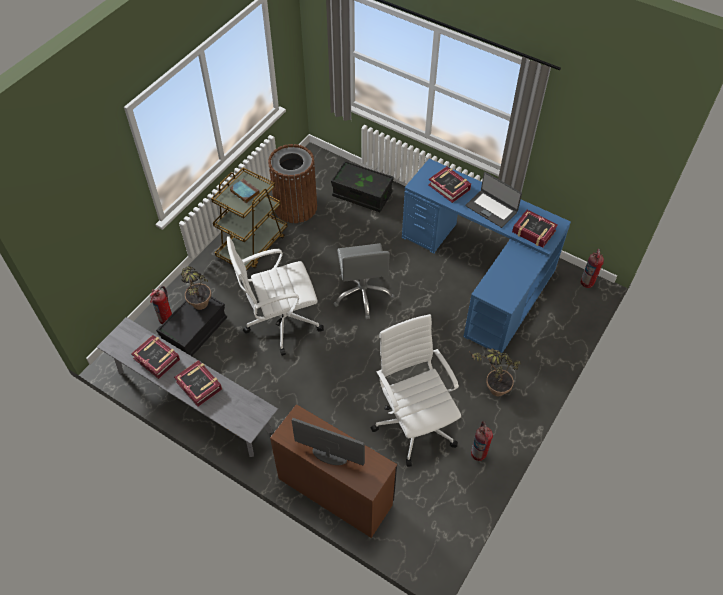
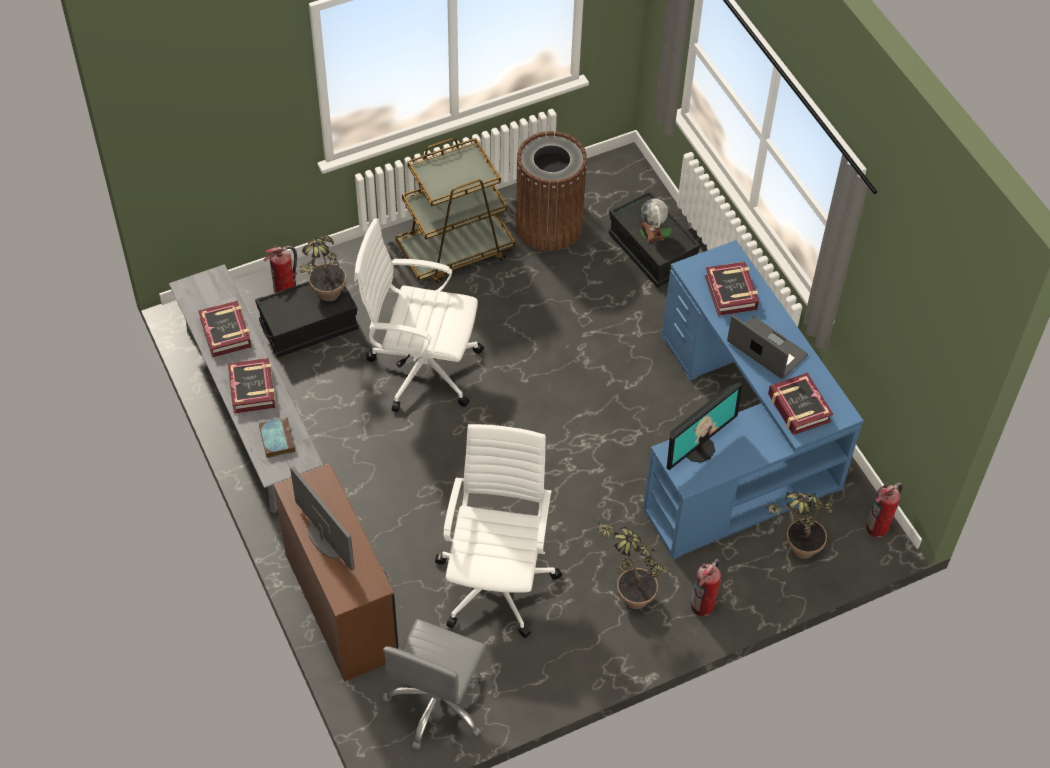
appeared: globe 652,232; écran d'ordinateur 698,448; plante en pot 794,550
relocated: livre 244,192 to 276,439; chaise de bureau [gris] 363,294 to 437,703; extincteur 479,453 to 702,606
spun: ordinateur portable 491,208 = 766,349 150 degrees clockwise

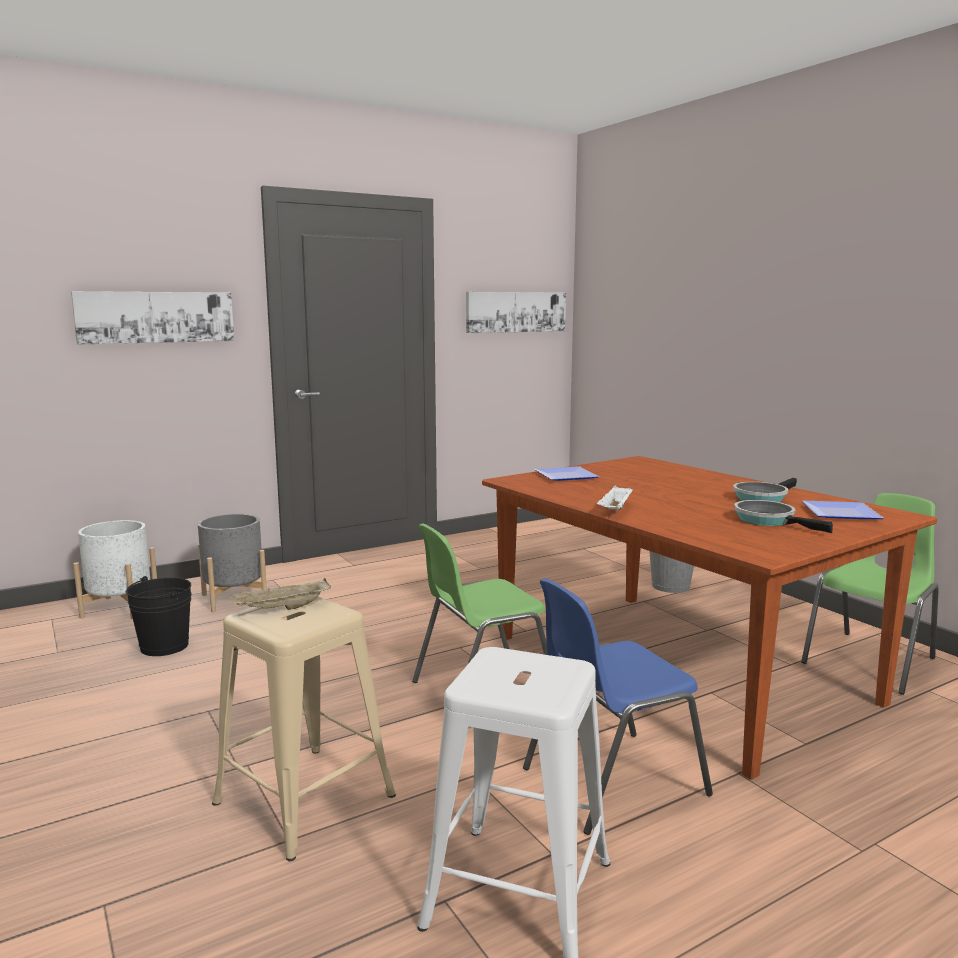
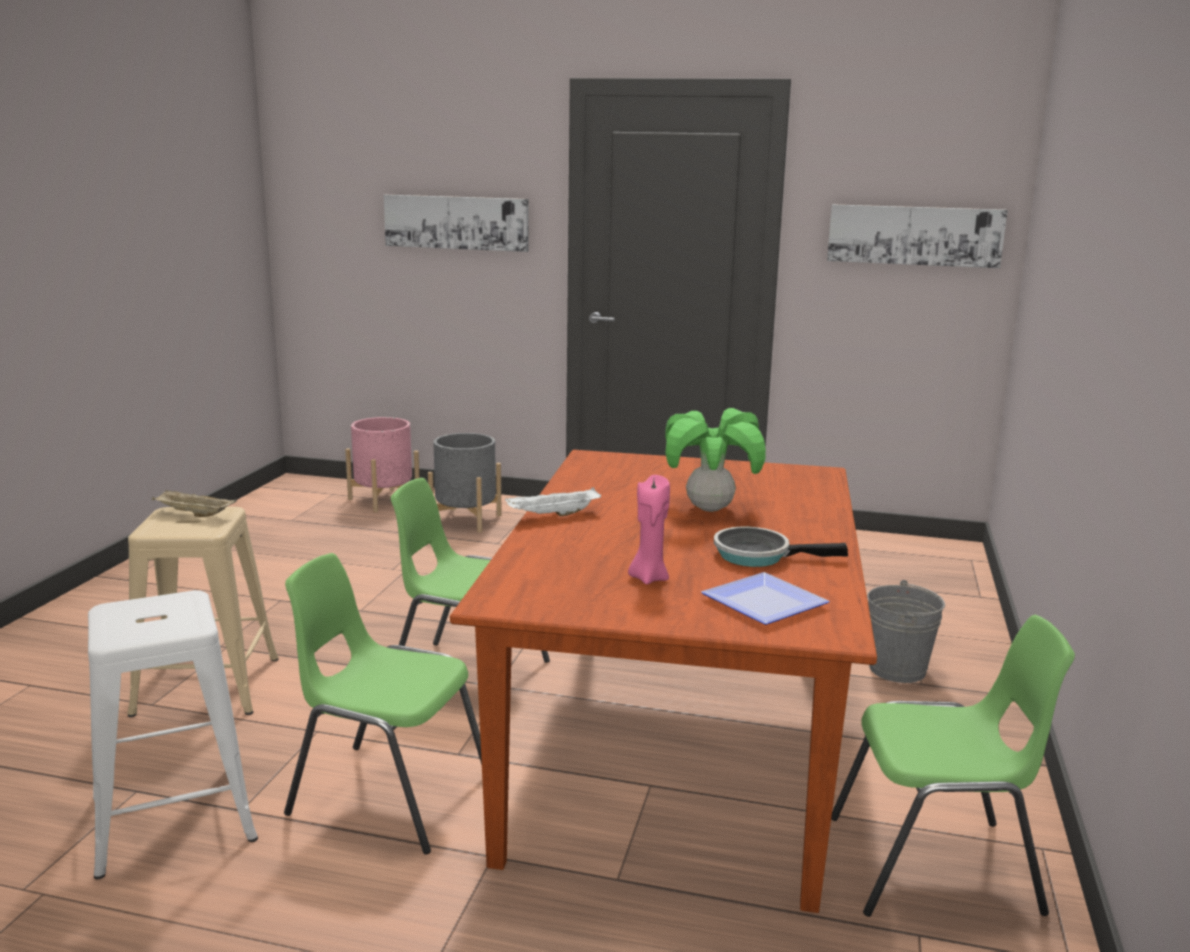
missing: seau [noir] 164,646; assiette 568,477
appeared: plante en pot 709,508
exchanged: poêle 769,520 to bougie [rose] 648,578
colour: cache-pot [blanc] 120,607 to cache-pot [rose] 384,500; chaise [bleu] 610,781 to chaise [vert] 387,794

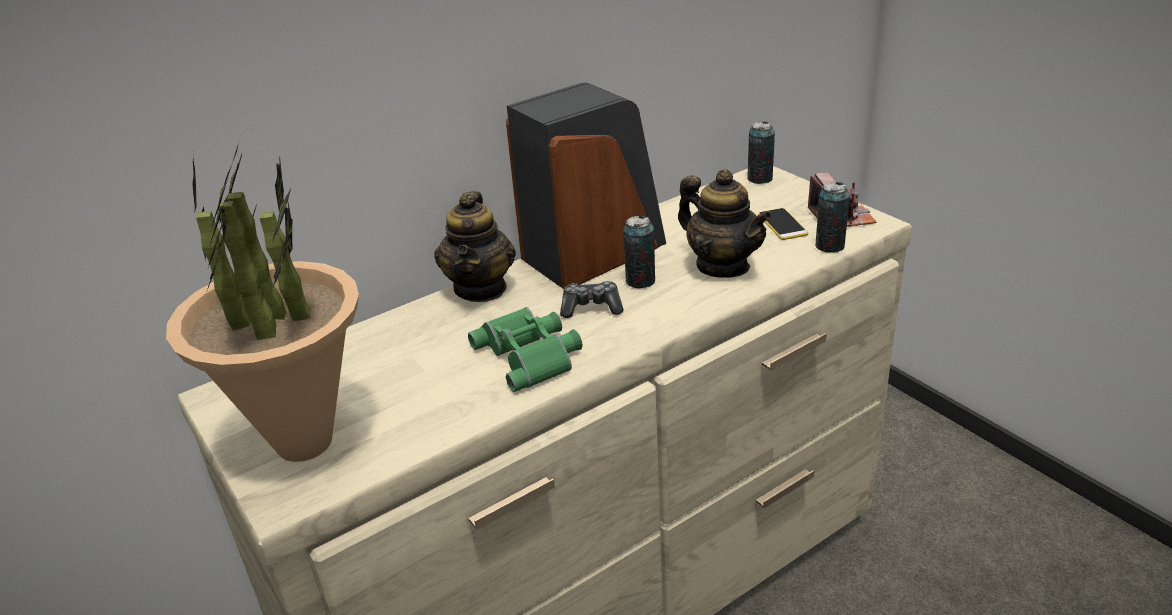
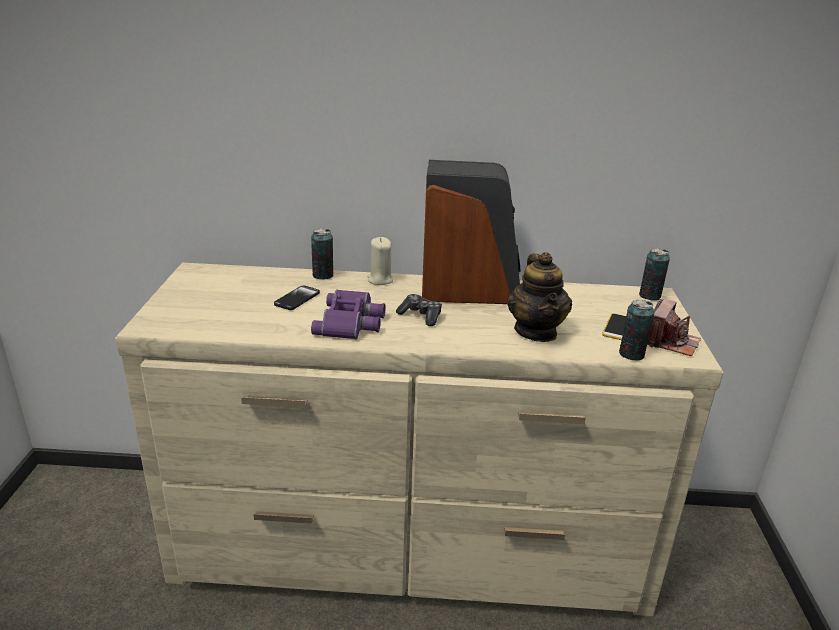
missing: plante en pot 304,442
appeared: téléphone 297,299
relocated: boîte métallique 640,281 to 323,275
exchanged: théière 481,288 to bougie [beige] 380,280
colour: jumelles [vert] 531,354 to jumelles [violet] 351,322

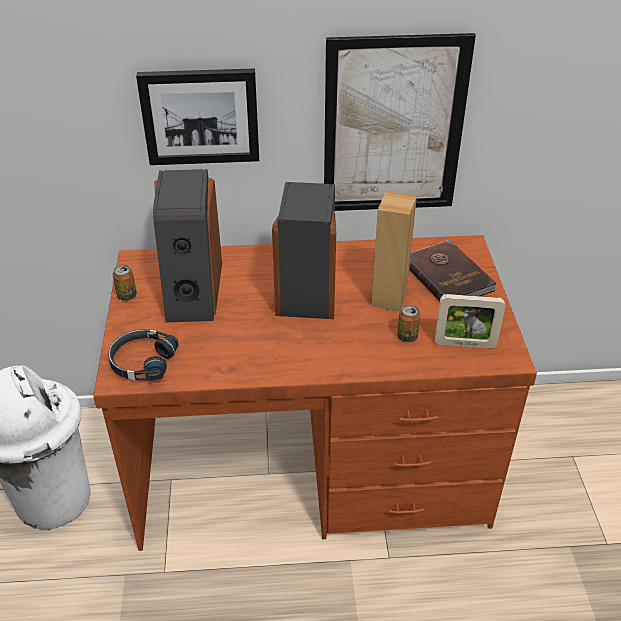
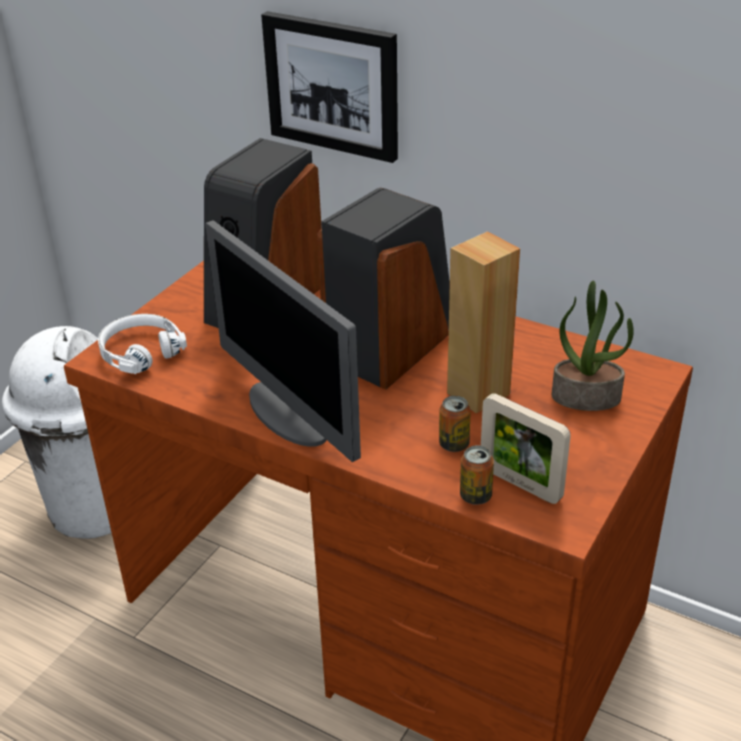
missing: tableau 393,127
appeared: écran d'ordinateur 289,415
relocated: boîte métallique 127,296 to 475,496
exchanged: livre [marron] 448,276 to plante en pot 586,397
colour: casque audio [noir] 142,361 to casque audio [blanc] 140,352

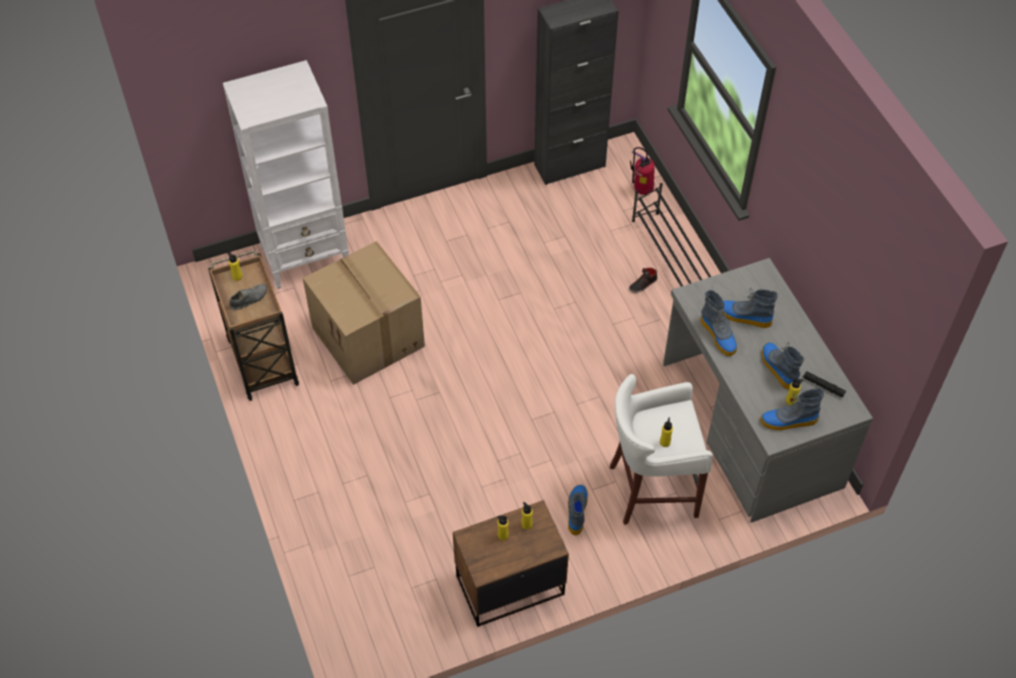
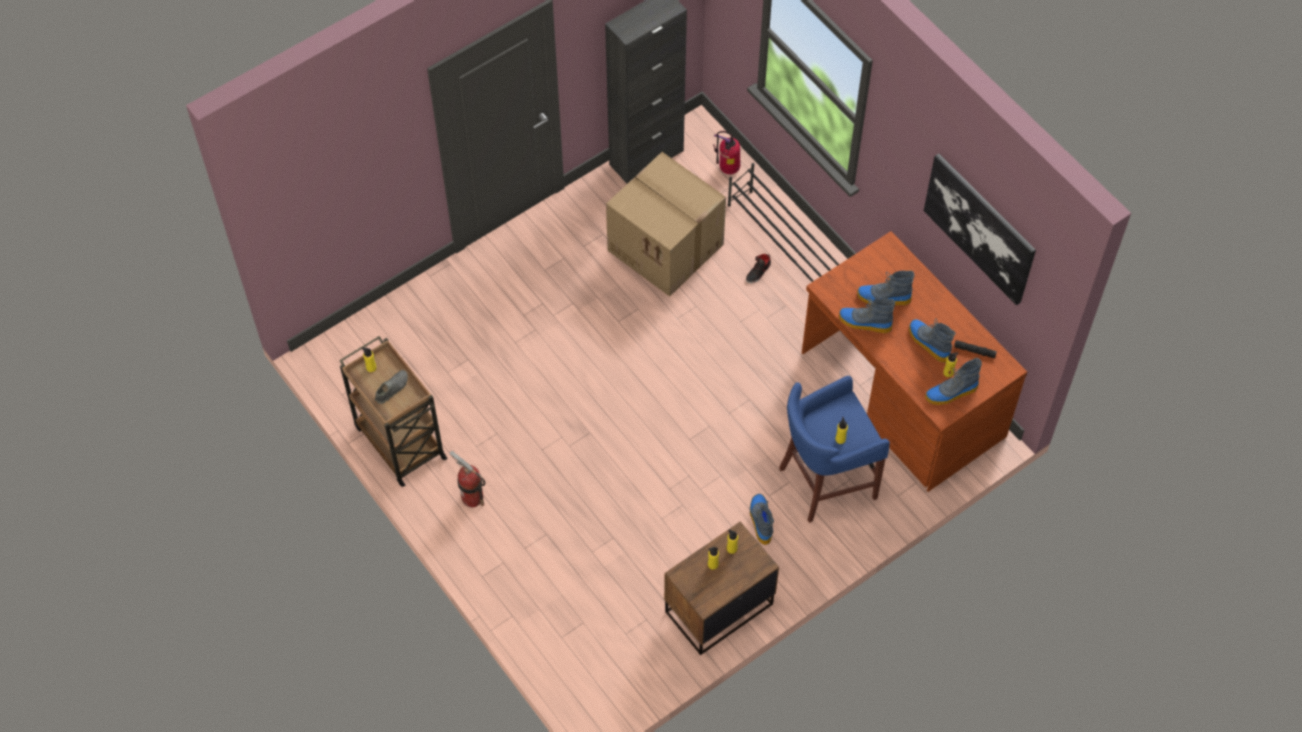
missing: bibliothèque [blanc] 306,257
appeared: extincteur 472,497; tableau 980,228
relocated: carton 370,337 to 667,247
colour: tabouret [blanc] 650,489 to tabouret [bleu] 824,482; bureau [gris] 750,425 to bureau [marron] 902,395
spun: botte 718,336 = 864,323 150 degrees clockwise

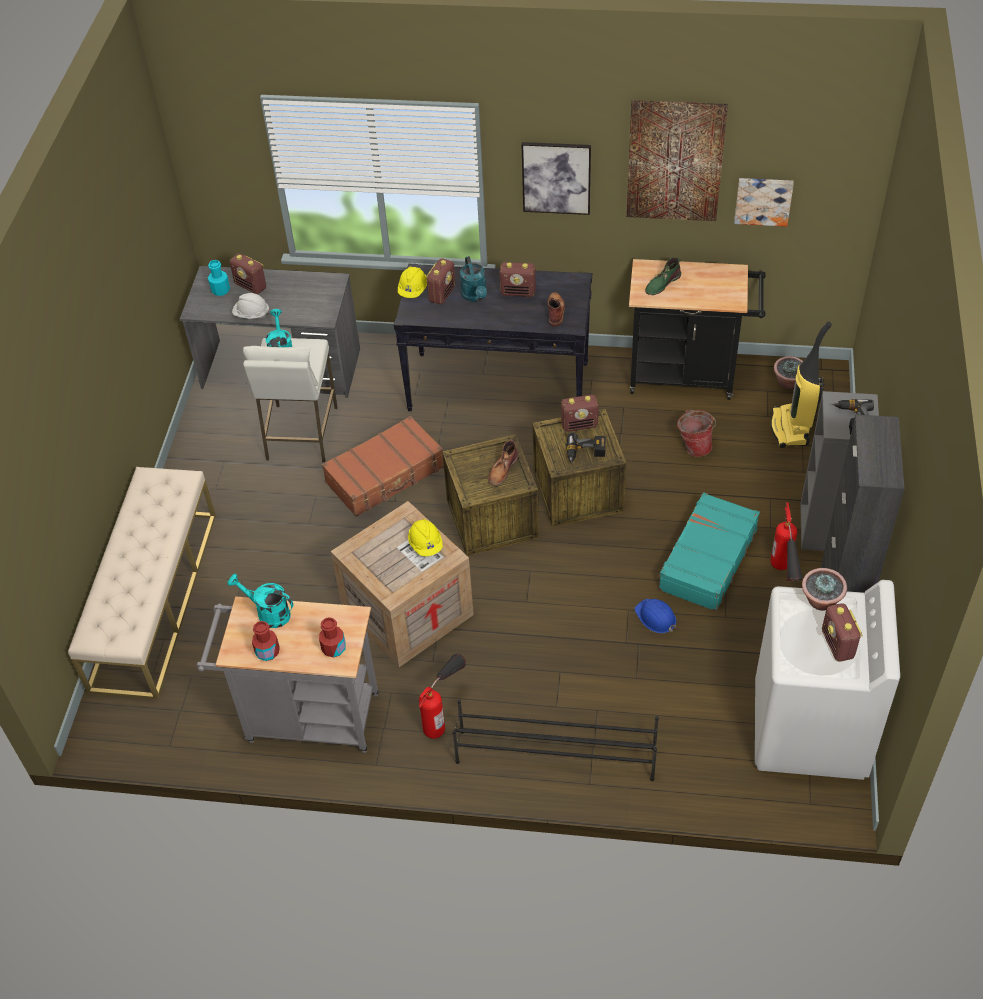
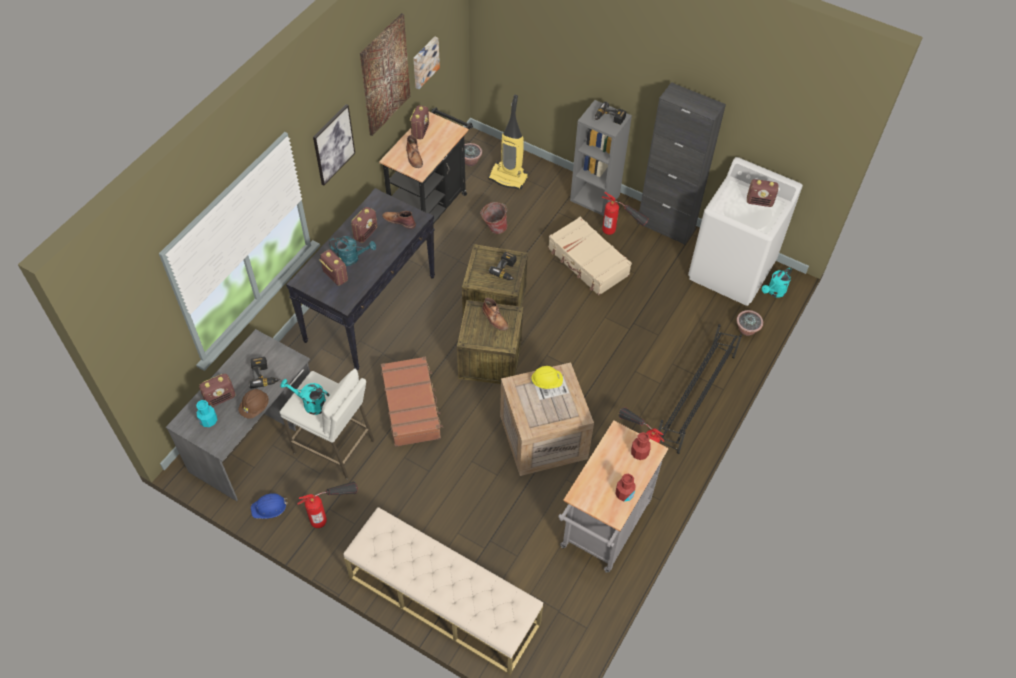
missing: casque de chantier [jaune] 413,290
appeared: perceuse 264,375; extincteur 333,514
relocated: arrosoir [turquoise] 268,613 to 774,292; radio 579,425 to 420,131; casque de chantier [bleu] 655,617 to 269,507; plante en pot 820,601 to 746,330
colour: casque de chantier [blanc] 251,314 to casque de chantier [marron] 255,408; botte [vert] 662,283 to botte [marron] 414,157; valise [turquoise] 707,560 to valise [beige] 588,262

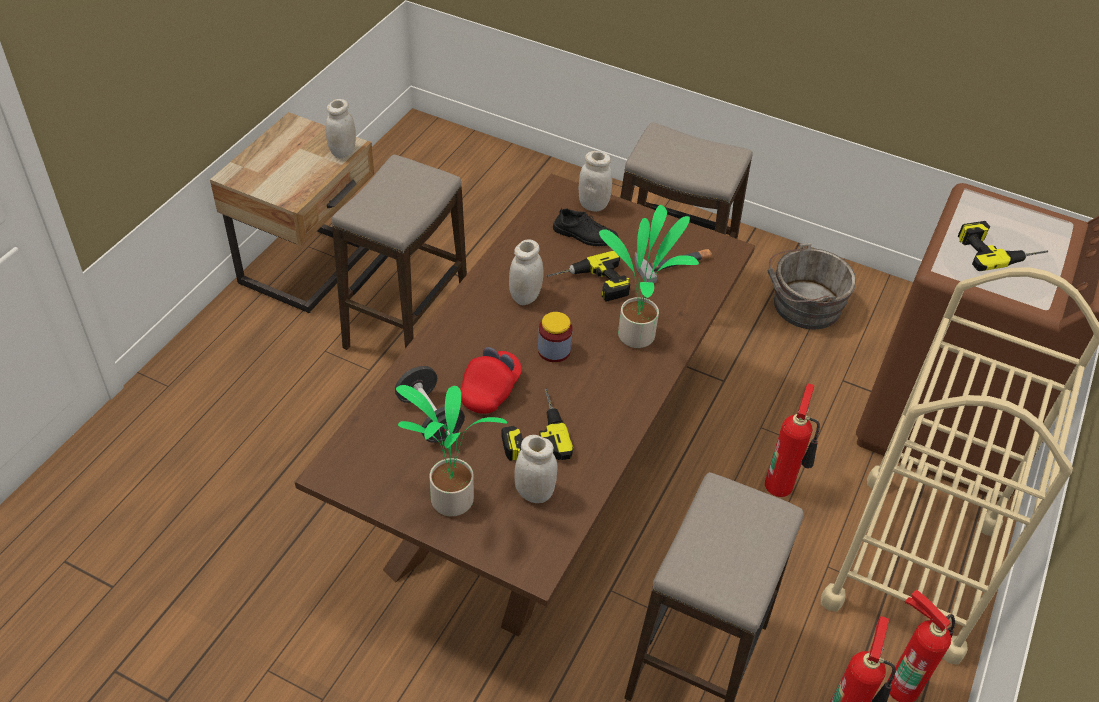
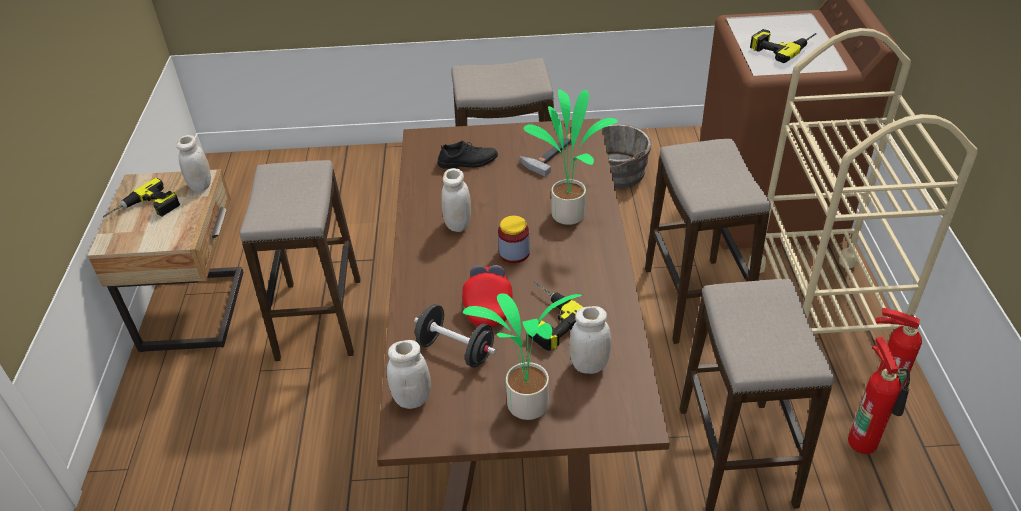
relocated: perceuse 590,285 to 145,210; bocal [blanc] 593,205 to 412,398
exchanged: extincteur 782,484 to tabouret 695,300

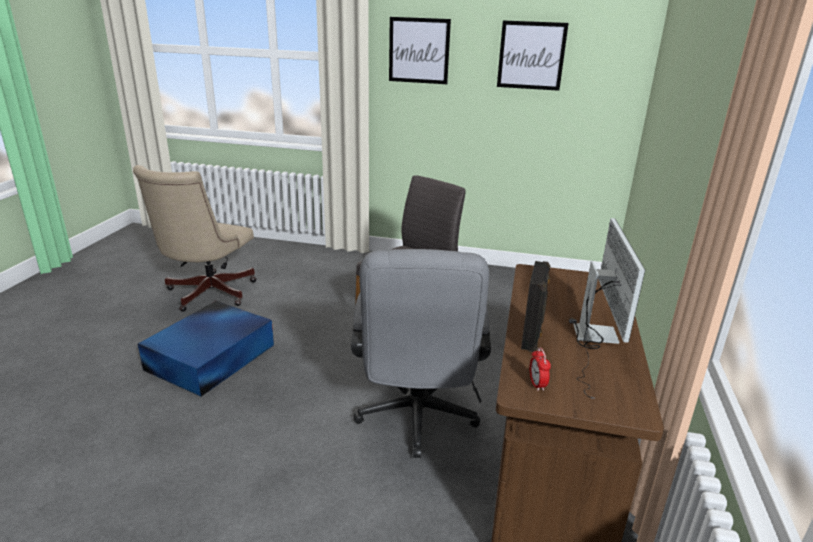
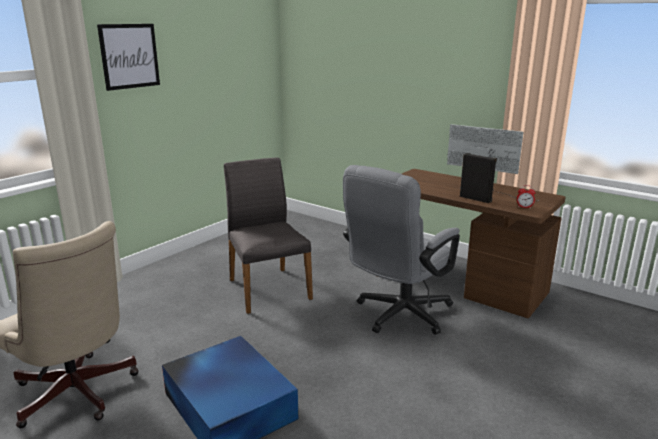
missing: tableau 531,55
spun: chaise de bureau [gris] 416,420 = 398,316 105 degrees clockwise

